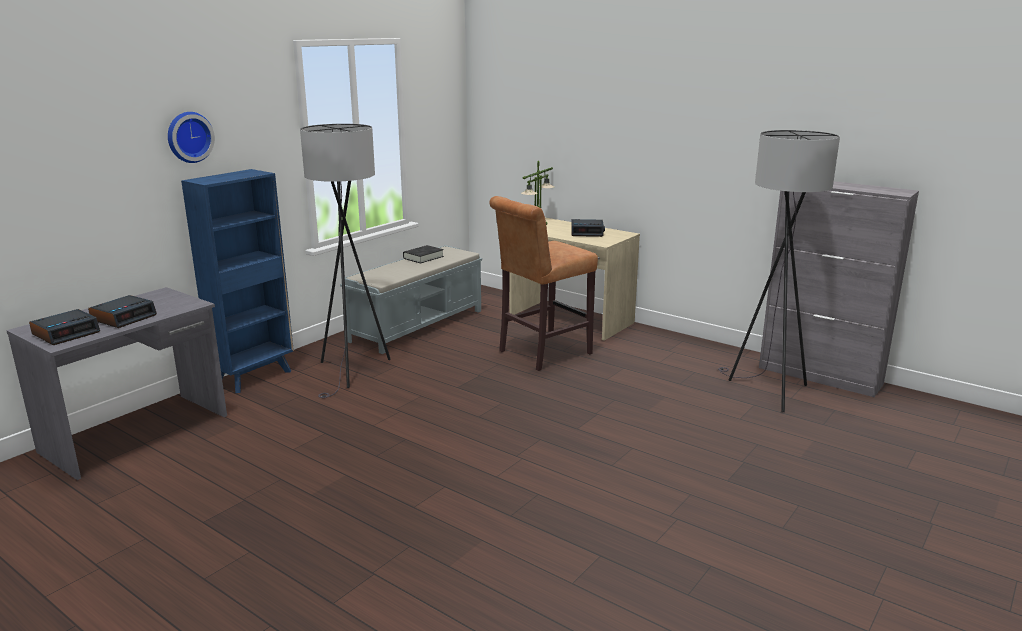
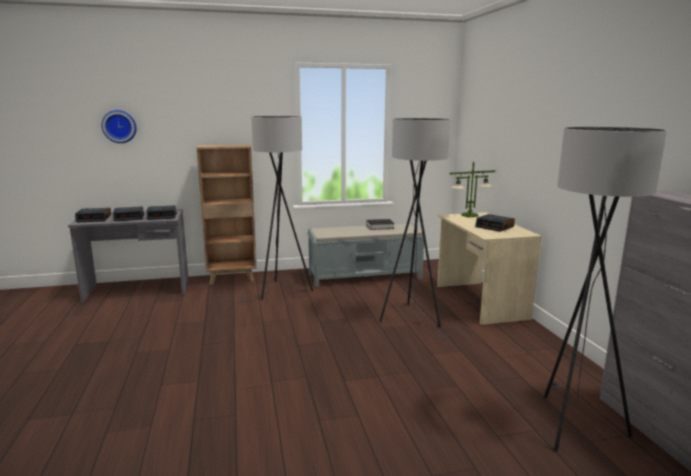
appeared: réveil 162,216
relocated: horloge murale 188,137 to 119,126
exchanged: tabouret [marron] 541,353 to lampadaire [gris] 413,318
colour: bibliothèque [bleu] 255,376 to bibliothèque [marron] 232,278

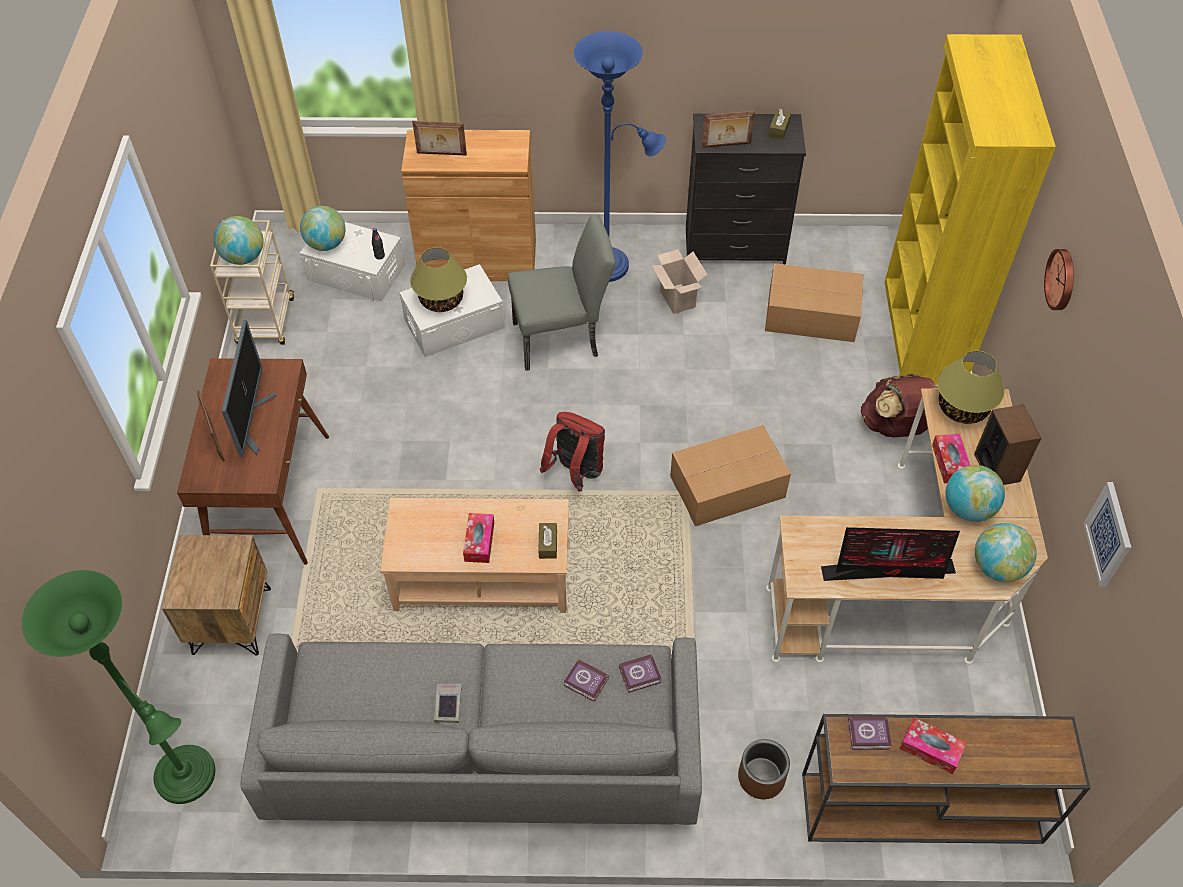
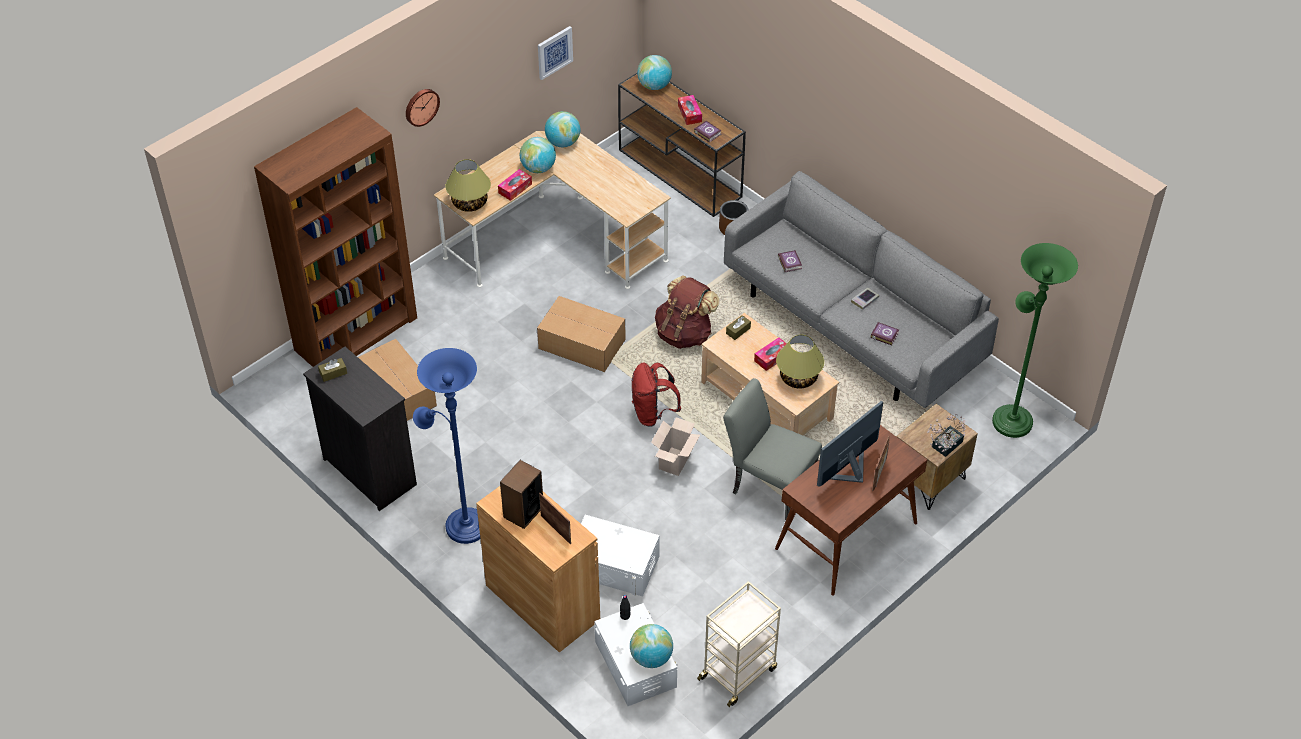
missing: cadre photo 726,145; écran d'ordinateur 890,570
appeared: plante en pot 944,446
relocated: globe 244,257 to 654,86; lampe de table 441,300 to 798,378; chaise [gris] 563,338 to 768,485; livre 641,675 to 884,335; carton 676,298 to 675,462; sac à dos [marron] 897,426 to 684,333; enceinte 997,467 to 523,512
colour: bibliothèque [jaune] 921,334 to bibliothèque [marron] 356,333

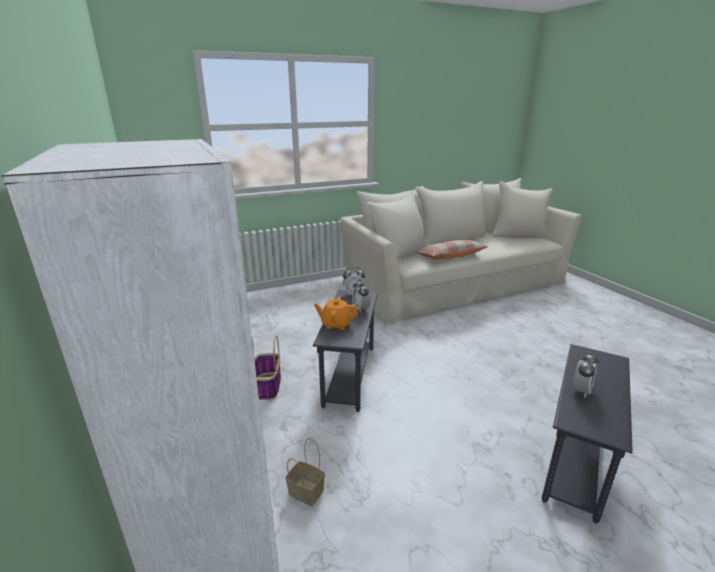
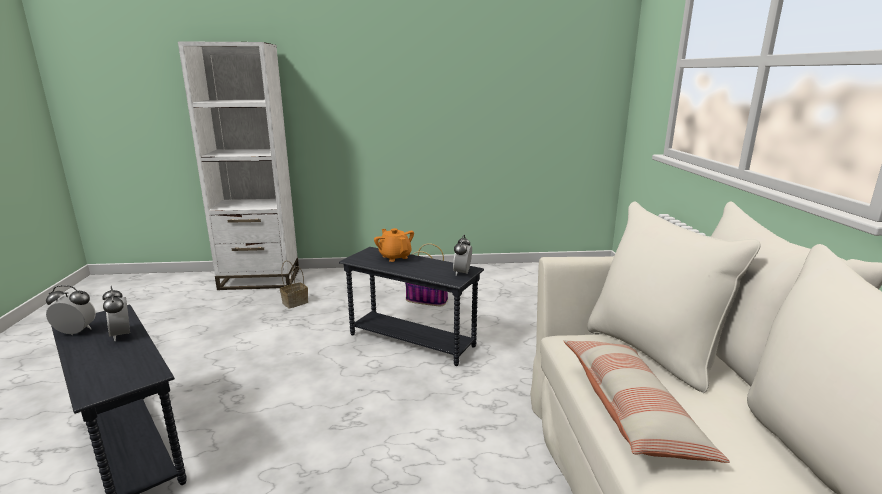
relocated: réveil 361,309 to 76,332
spun: théière [orange] 336,324 = 395,257 60 degrees counterclockwise

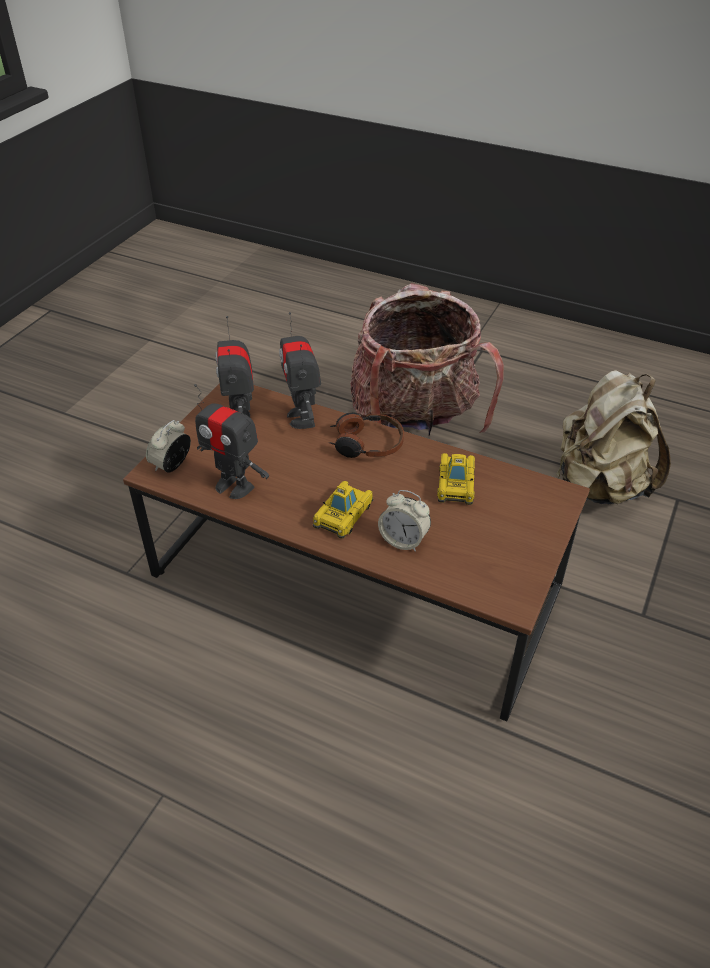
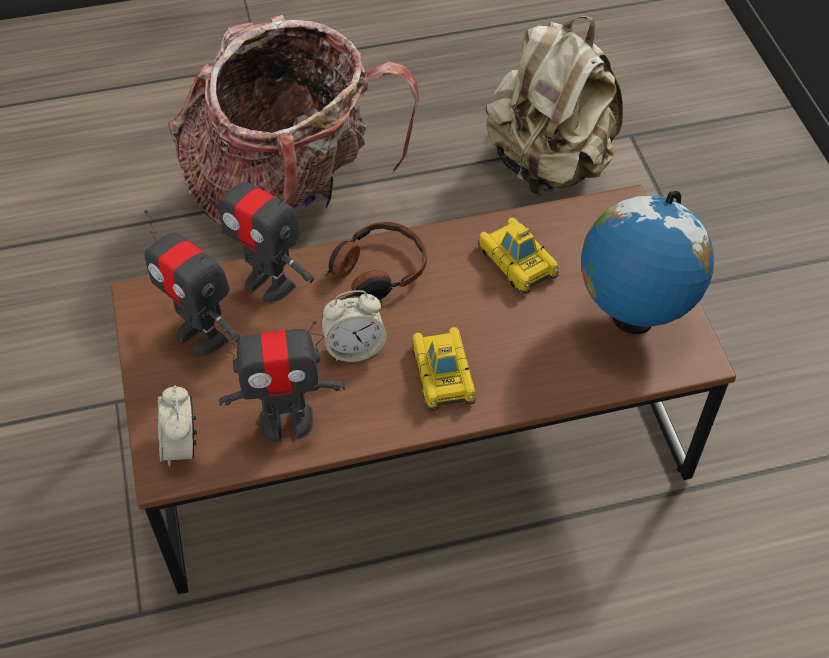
appeared: globe 631,319
relocated: réveil 403,540 to 354,348

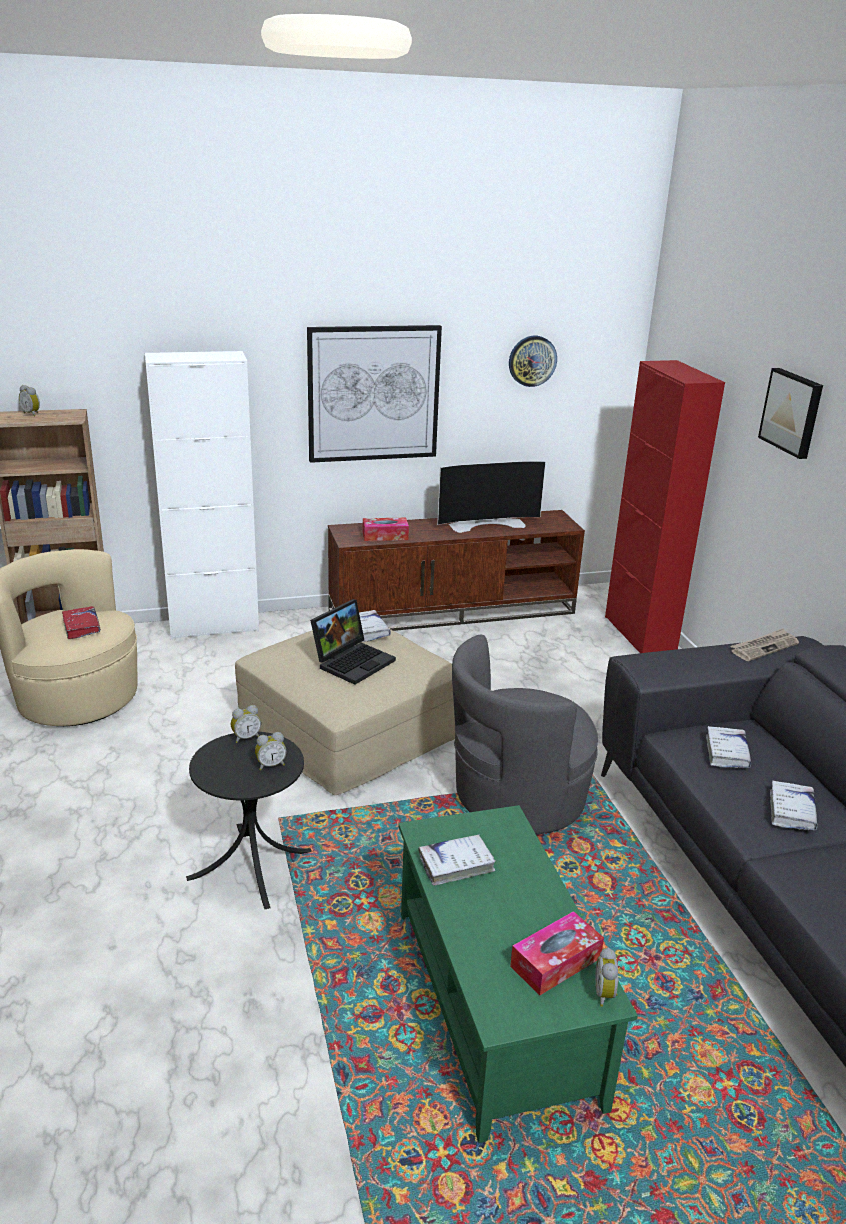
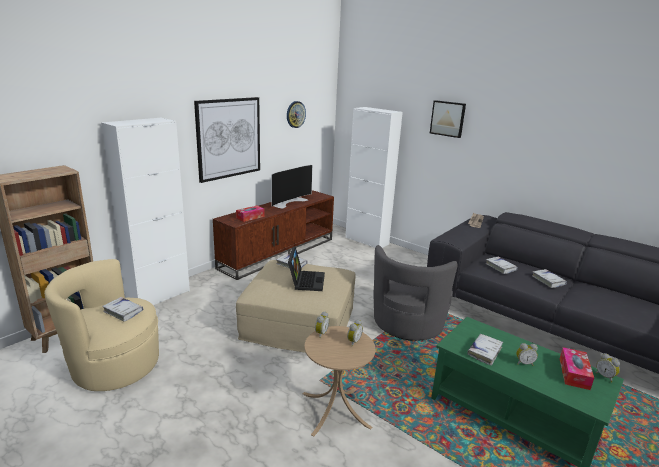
relocated: réveil 32,414 to 524,363
colour: livre [rouge] 82,627 to livre [blanc] 123,312; table d'appoint [noir] 252,864 to table d'appoint [beige] 336,410; meuble de rangement [rouge] 639,634 to meuble de rangement [blanc] 367,241

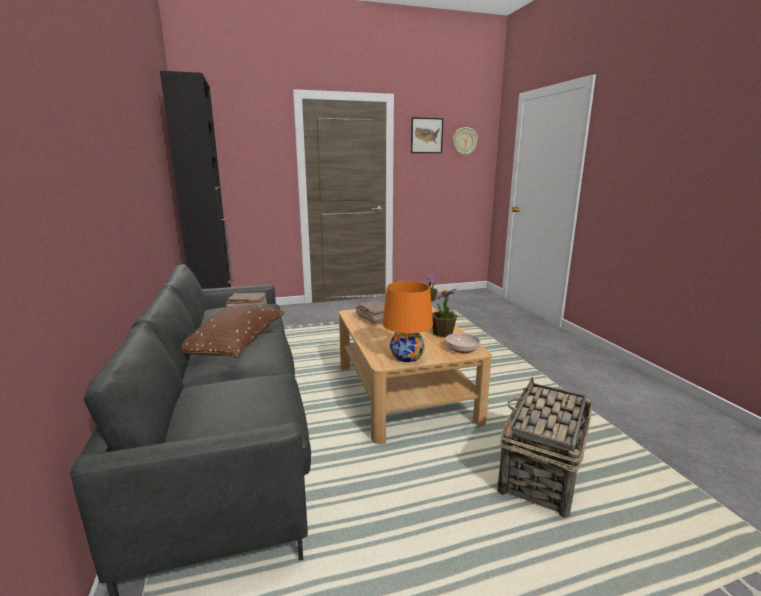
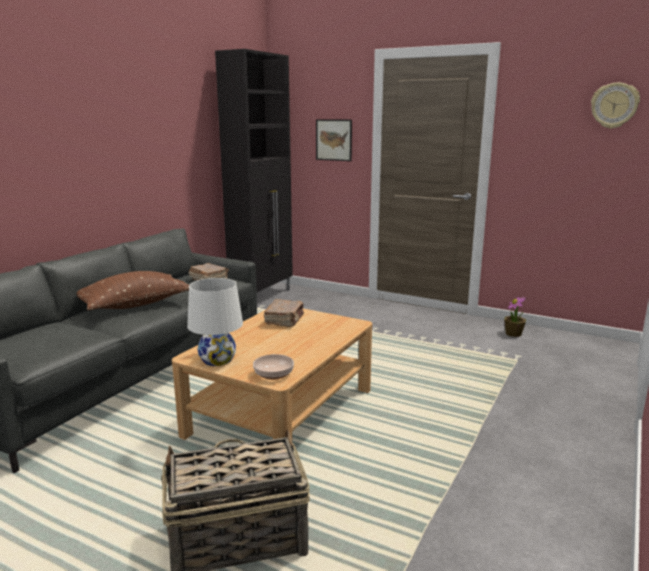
missing: plante en pot 443,333
relocated: tableau 426,135 to 334,140
colour: lampe de table [orange] 407,356 to lampe de table [blanc] 217,360

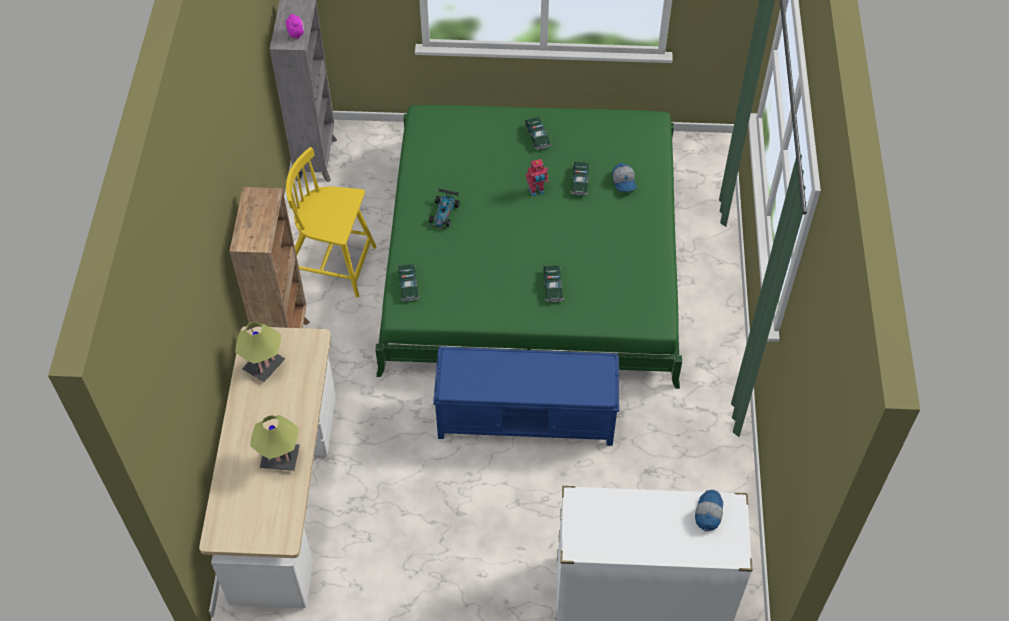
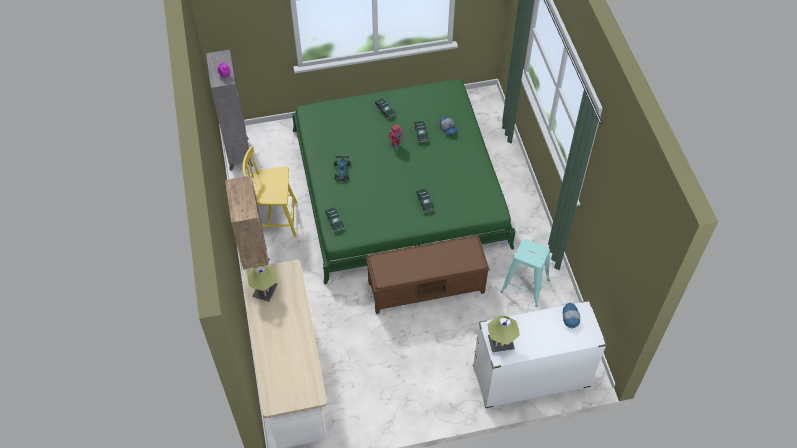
appeared: tabouret [turquoise] 525,286
relocated: lampe de table 280,458 to 501,343
colour: banc [bleu] 527,416 to banc [marron] 427,287

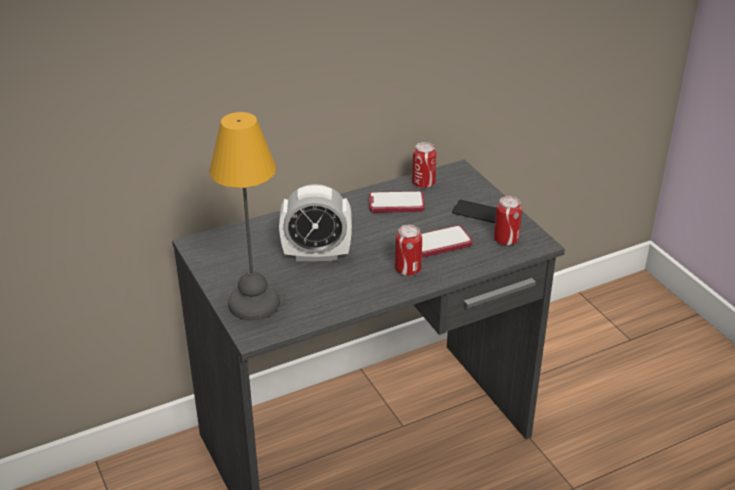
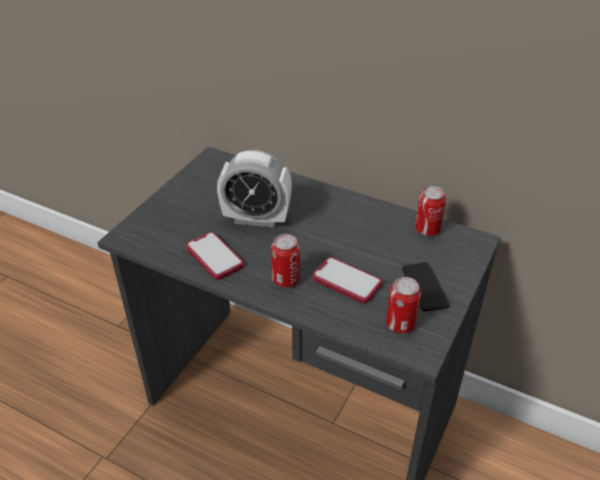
missing: lampe de table 255,303
relocated: téléphone 396,204 to 214,257
spun: réveil 316,254 = 256,219 45 degrees counterclockwise

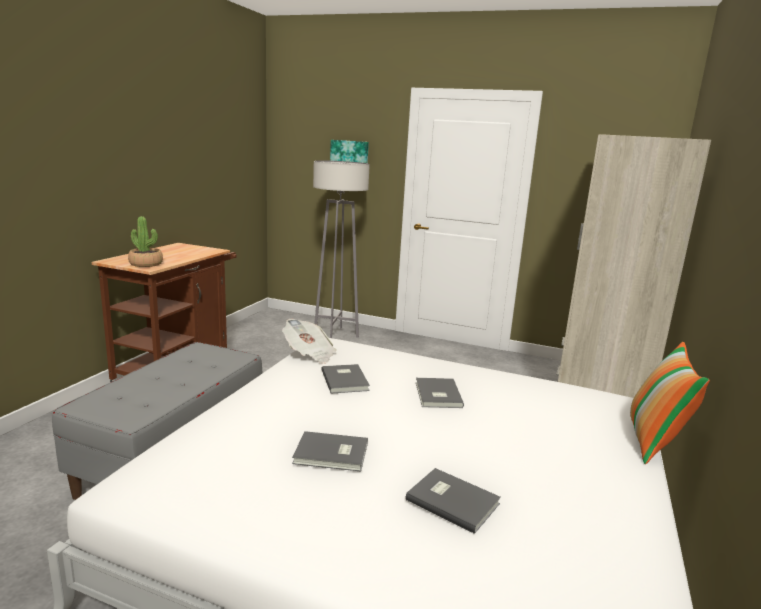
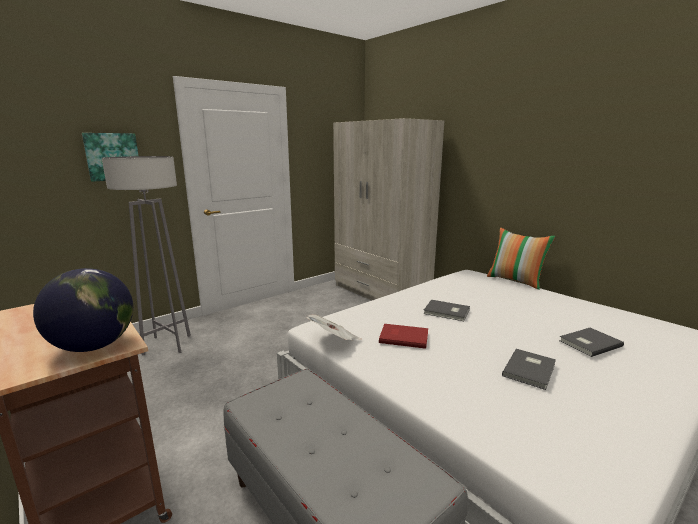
exchanged: plante en pot 146,264 to globe 94,346
colour: livre [gris] 346,380 to livre [rouge] 403,337

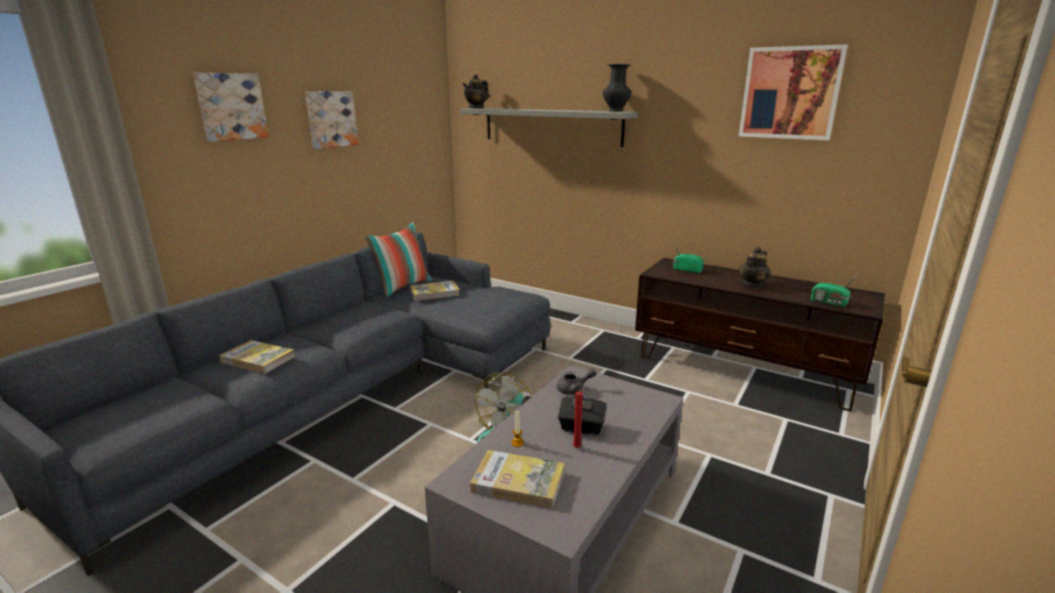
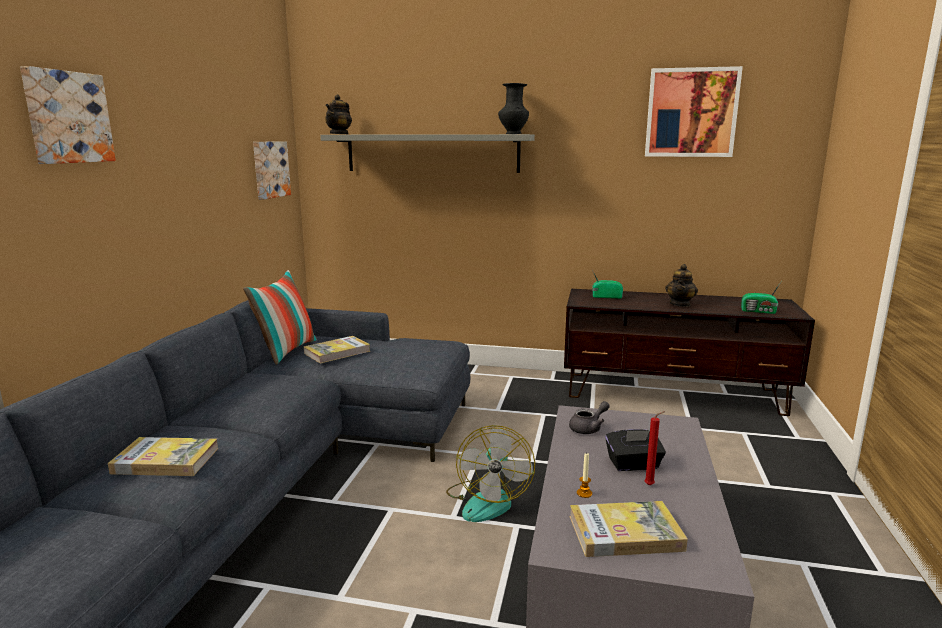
relocated: tableau 330,119 to 270,169

